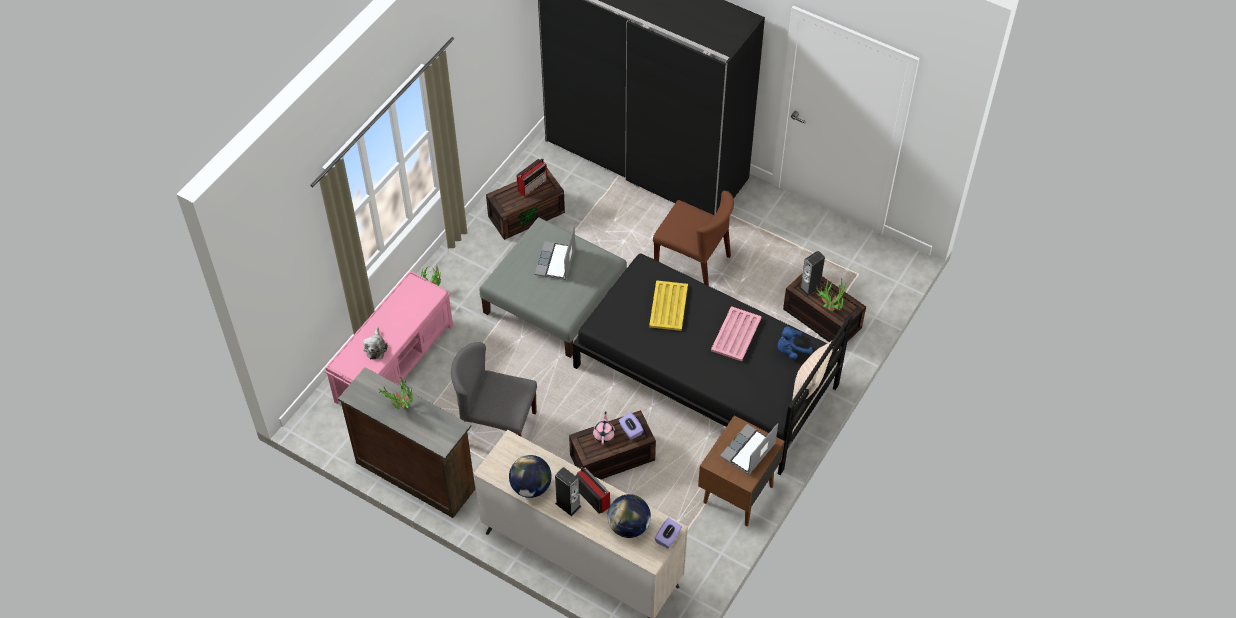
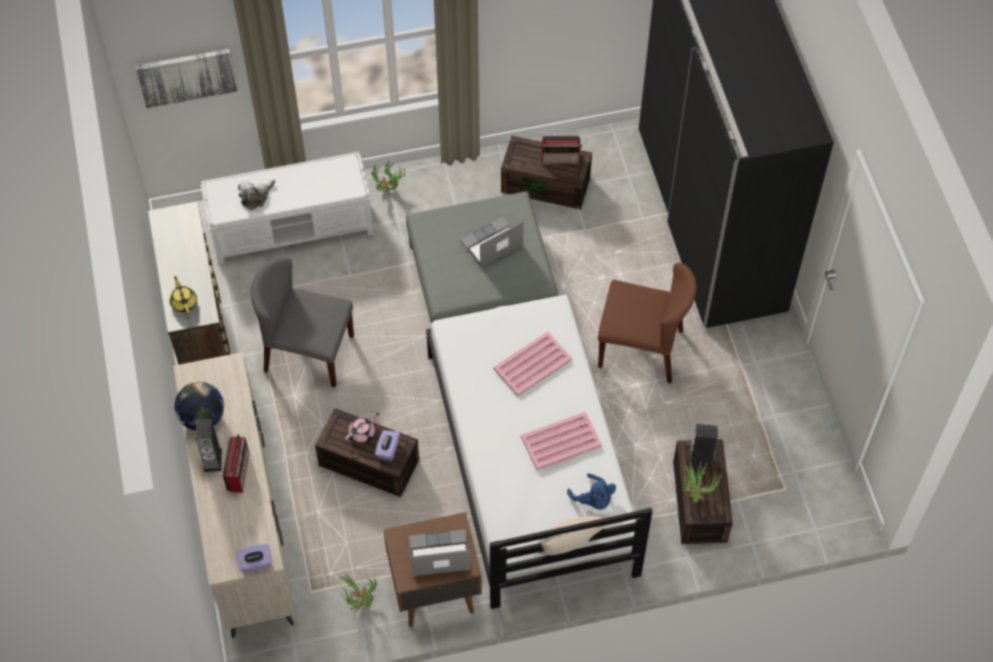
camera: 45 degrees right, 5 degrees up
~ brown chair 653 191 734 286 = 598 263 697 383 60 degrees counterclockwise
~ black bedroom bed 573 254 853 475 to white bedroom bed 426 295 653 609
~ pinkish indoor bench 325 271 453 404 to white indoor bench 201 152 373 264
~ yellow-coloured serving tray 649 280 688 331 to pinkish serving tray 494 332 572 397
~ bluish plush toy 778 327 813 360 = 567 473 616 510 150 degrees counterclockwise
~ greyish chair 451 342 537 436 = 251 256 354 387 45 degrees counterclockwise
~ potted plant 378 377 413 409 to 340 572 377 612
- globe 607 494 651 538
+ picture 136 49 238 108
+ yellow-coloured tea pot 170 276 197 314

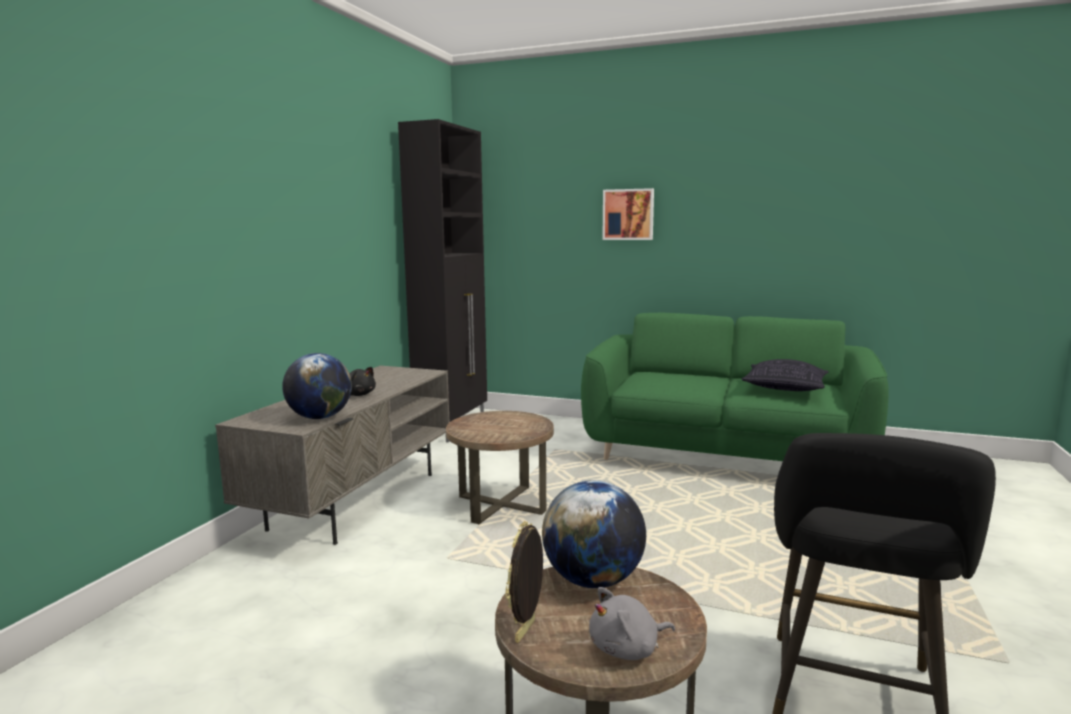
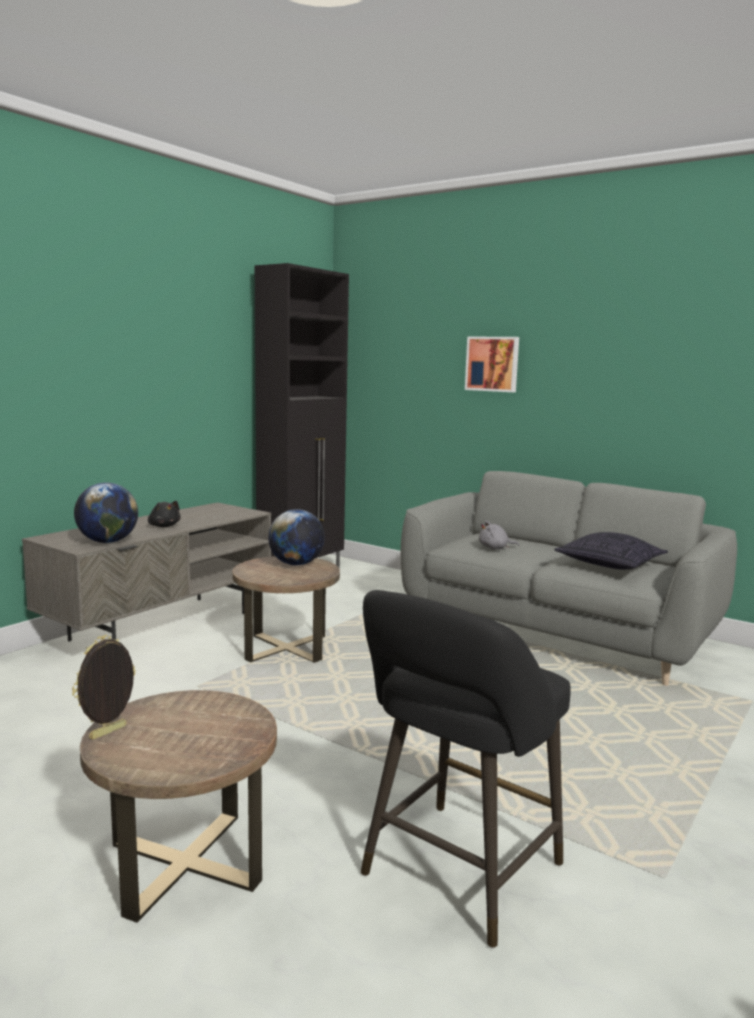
camera: 15 degrees right, 0 degrees up
~ green-coloured settee 581 313 889 461 to greyish settee 400 471 737 686
~ globe 542 480 646 588 to 268 509 325 565
~ greyish plush toy 589 587 675 660 to 479 520 519 549

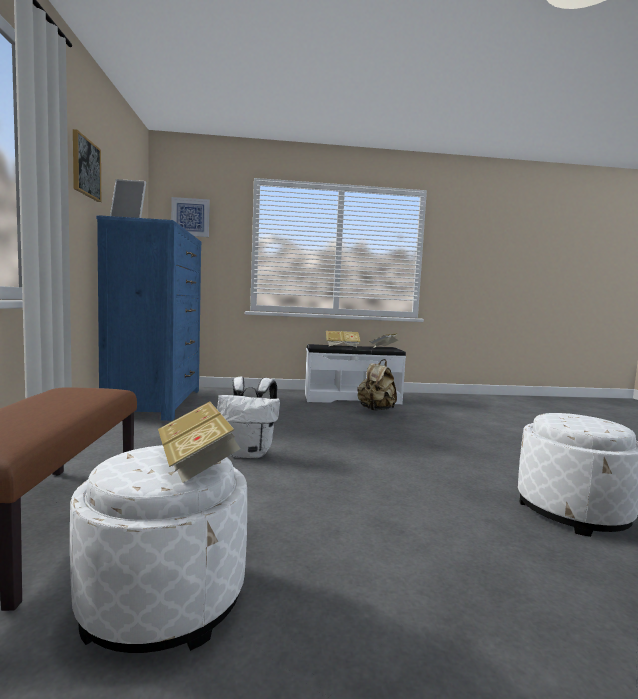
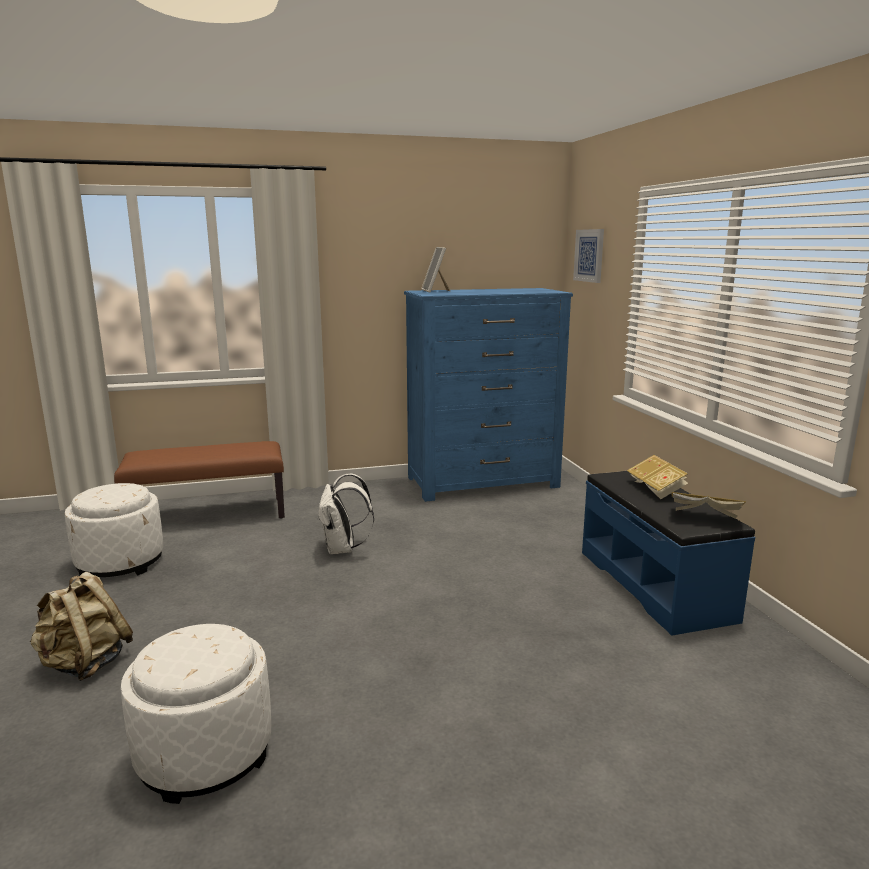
camera: 80 degrees right, 10 degrees up
- picture 73 129 101 202
~ white indoor bench 305 344 406 404 to bluish indoor bench 582 471 755 636
~ sand-coloured rucksack 357 359 397 411 to 30 572 133 681
- bound book 158 401 241 483

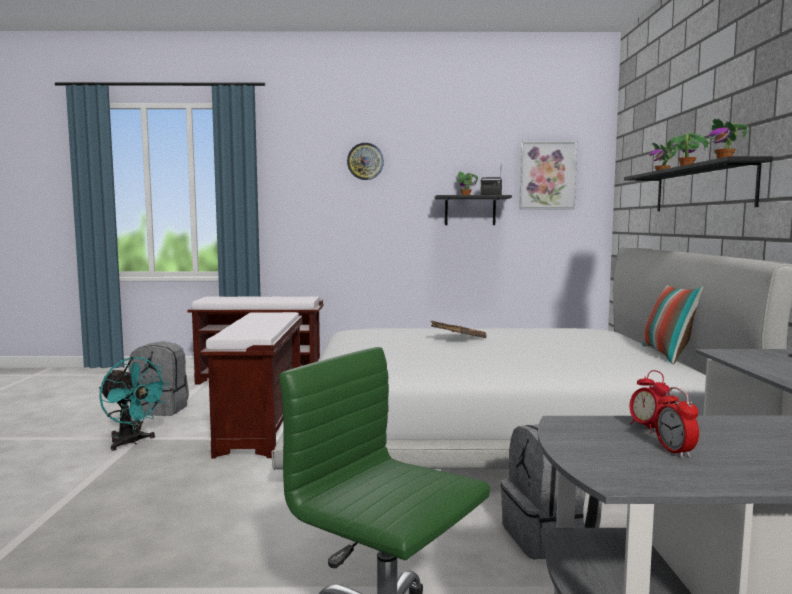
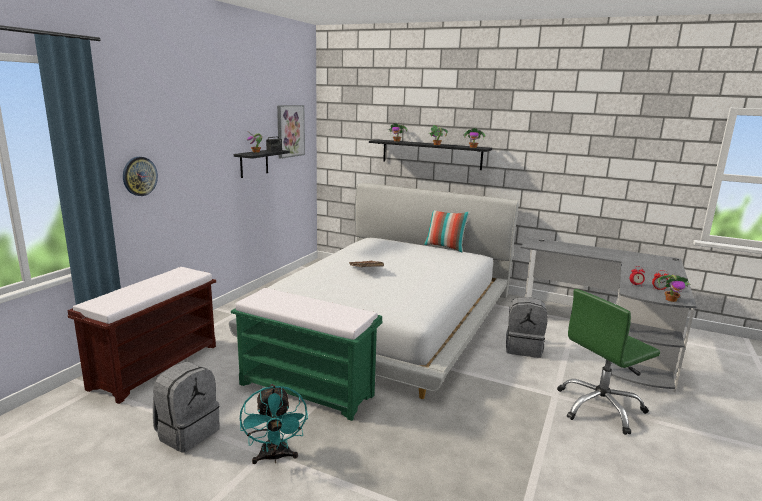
camera: 65 degrees left, 10 degrees up
~ clock on the wall 347 143 384 180 to 123 157 158 196
~ brown indoor bench 202 312 302 458 to green-coloured indoor bench 231 288 383 421
~ blue-green electric fan 99 357 170 451 = 240 383 308 464 105 degrees clockwise
+ potted plant 658 275 691 302

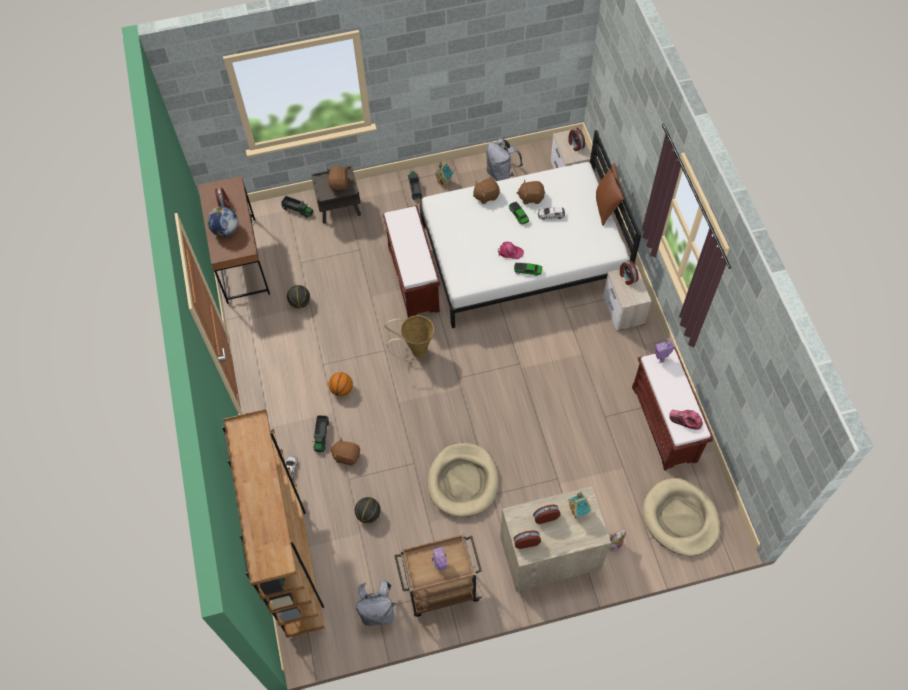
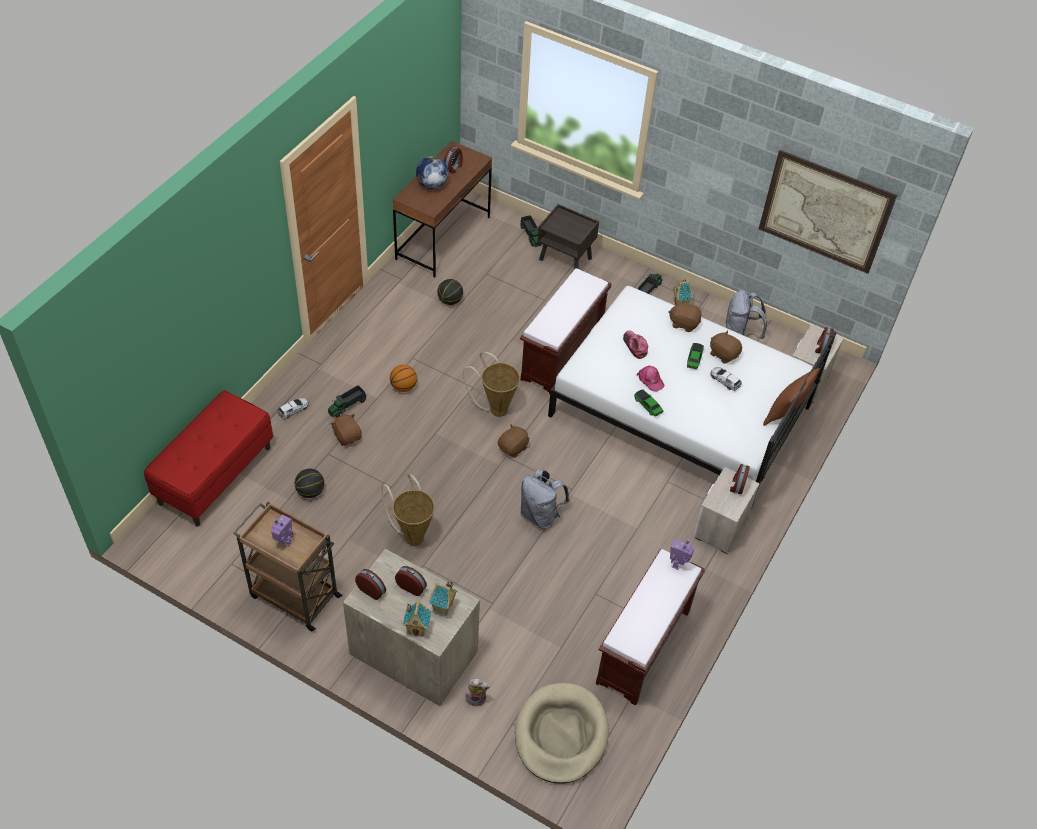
camera: 40 degrees right, 10 degrees down
~ brown plush toy 327 166 348 190 to 498 424 530 458
~ brown bookcase 222 409 325 638 to reddish indoor bench 144 390 273 526
~ cap 669 410 703 430 to 623 330 648 359
~ sand-coloured pet bed 428 443 499 517 to basket 381 474 435 546
~ greyish rucksack 356 580 396 627 to 520 469 570 529
+ picture 759 150 897 274
+ model house 403 600 431 636

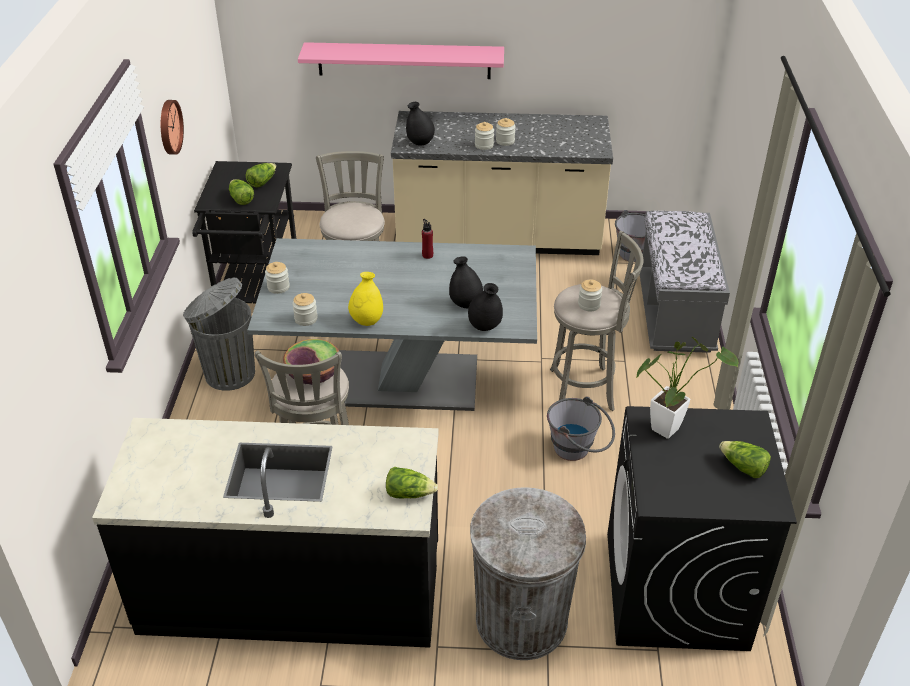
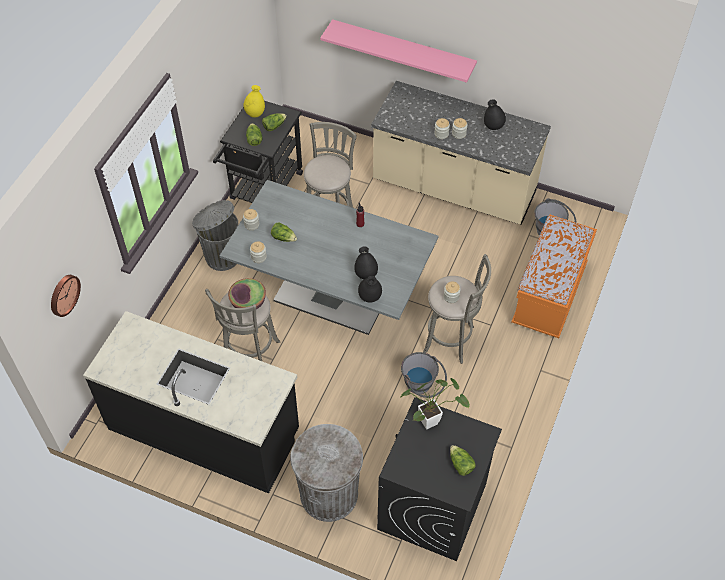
camera: 20 degrees right, 15 degrees up
~ clock on the wall 161 100 184 155 to 51 275 81 317
~ black flower vase 406 102 435 146 to 484 99 506 130
~ greyish indoor bench 640 211 730 353 to orange indoor bench 511 214 597 338
~ yellow-coloured flower vase 348 272 383 326 to 243 85 265 118
~ lettuce 386 467 438 499 to 271 222 297 242

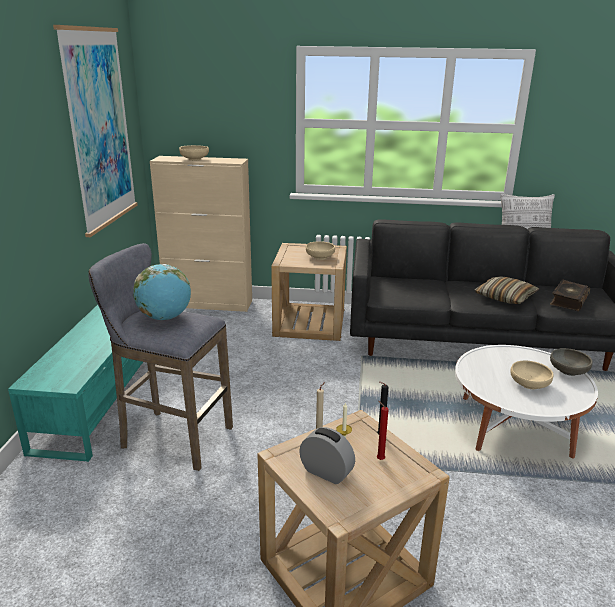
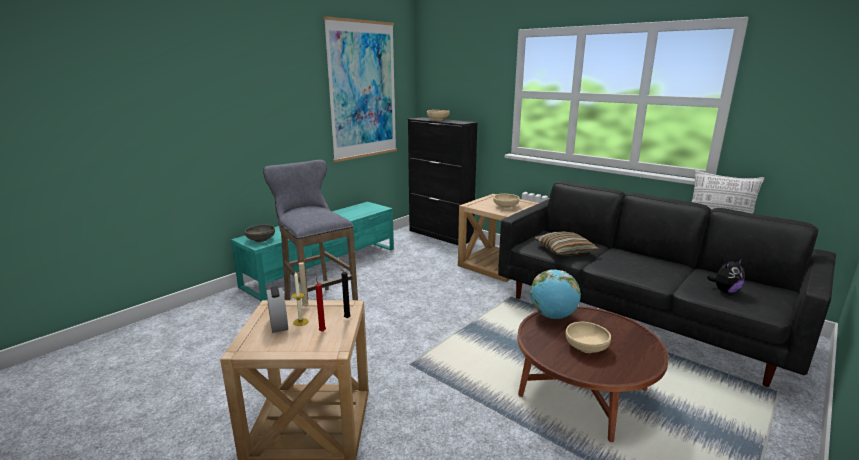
camera: 35 degrees right, 5 degrees down
~ sand-coloured cupboard 150 156 252 312 to black cupboard 408 117 478 245
~ globe 133 264 191 320 to 530 269 581 319
~ pillow 475 276 539 304 to 535 231 599 256
~ bound book 550 280 590 311 to plush toy 707 259 745 293
~ white coffee table 455 345 598 459 to brown coffee table 517 306 669 442
~ greyish bowl 550 348 593 376 to 245 224 275 242

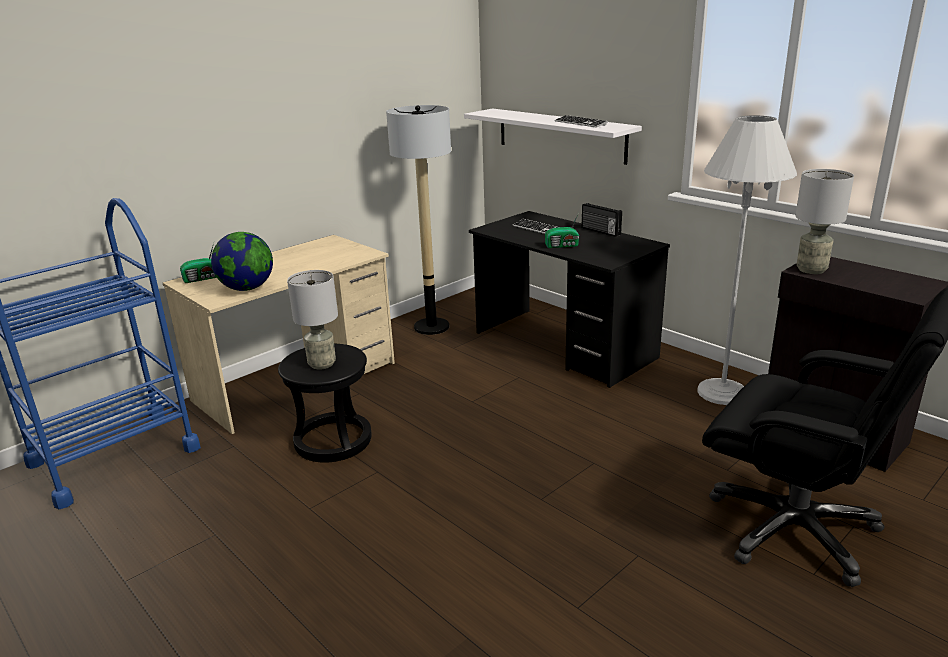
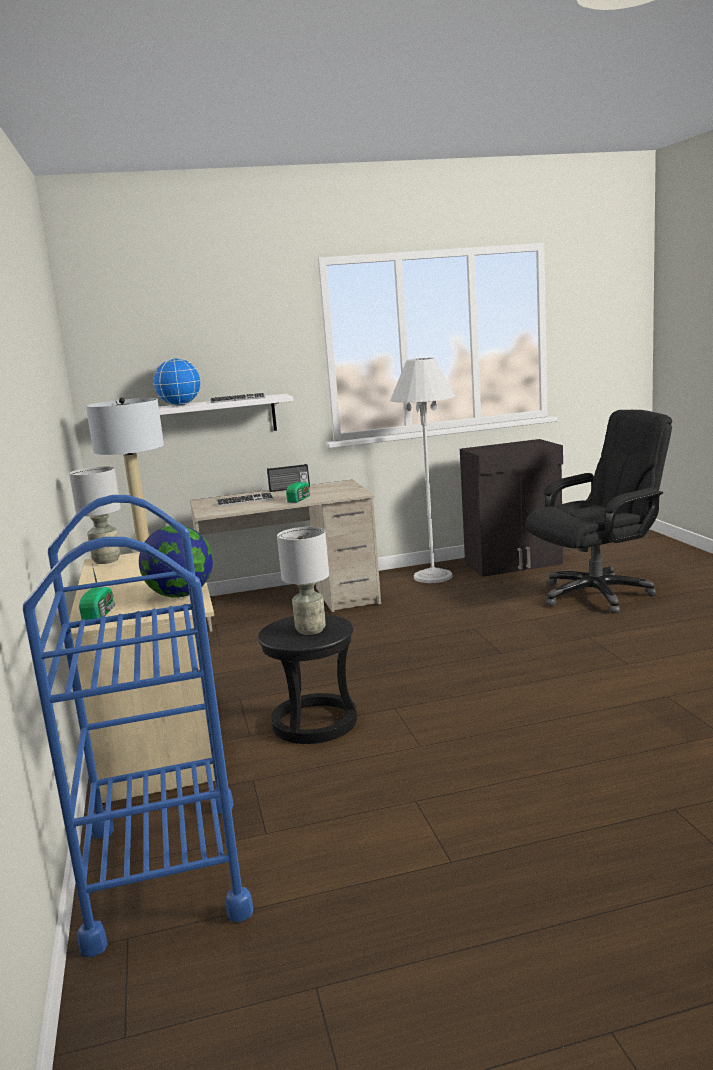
camera: 60 degrees left, 10 degrees down
~ greyish table lamp 795 169 854 274 to 69 466 121 564
~ black desk table 469 211 670 388 to sand-coloured desk table 190 480 381 632
+ globe 153 358 201 406

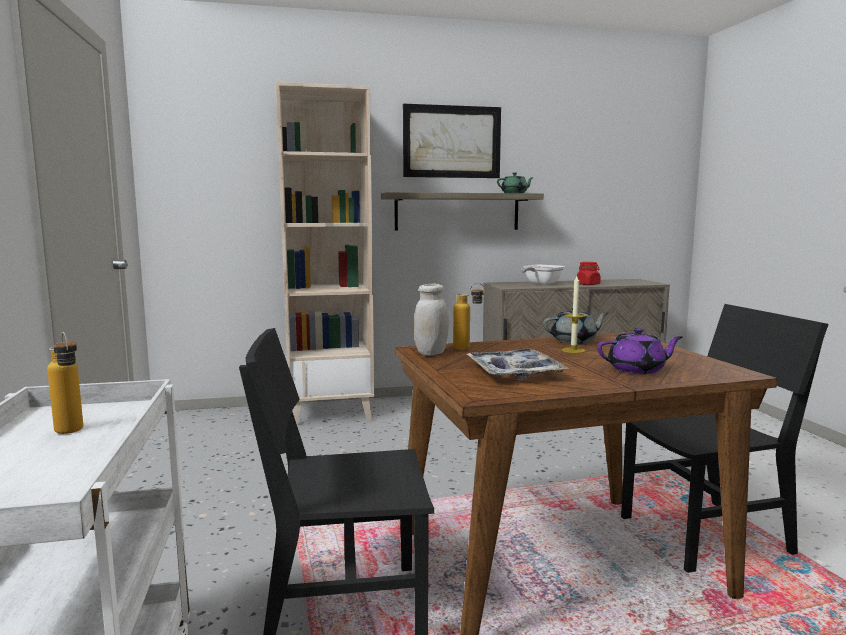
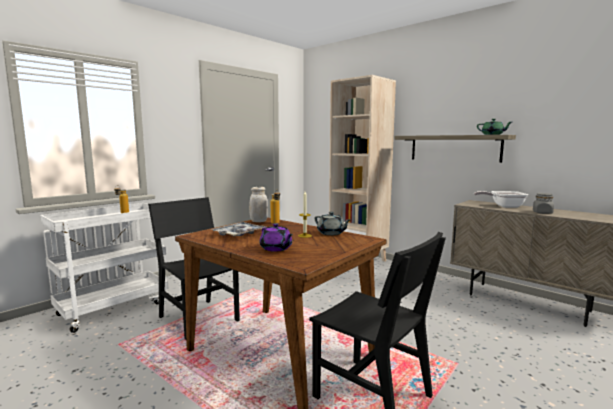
camera: 55 degrees right, 0 degrees up
- picture 403 104 501 178
~ reddish storage jar 577 262 601 285 to greyish storage jar 533 193 554 214

